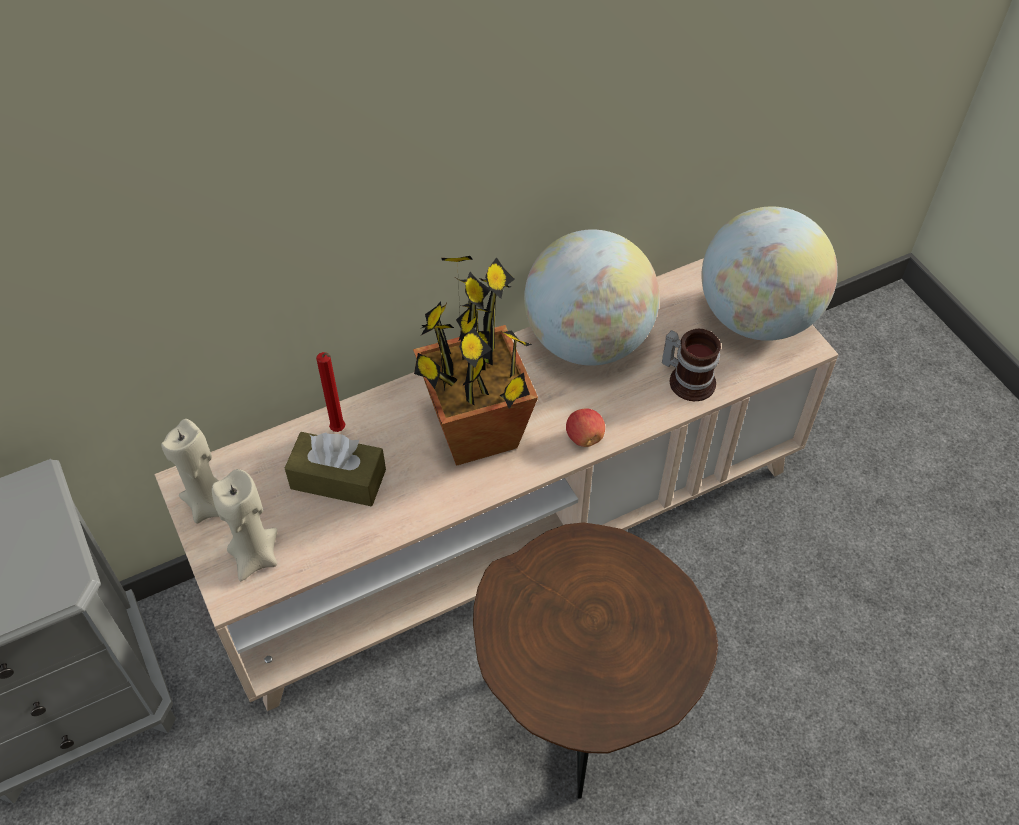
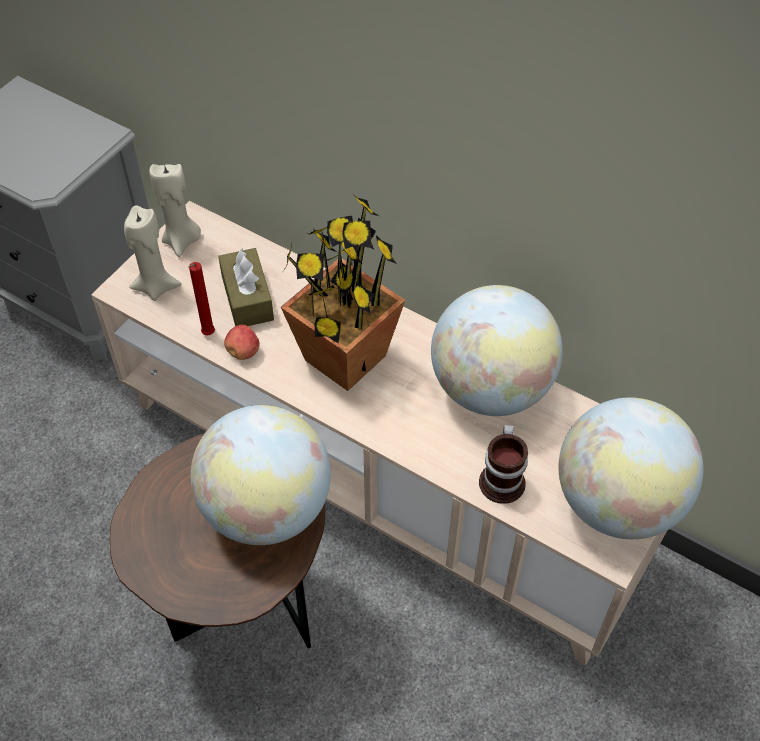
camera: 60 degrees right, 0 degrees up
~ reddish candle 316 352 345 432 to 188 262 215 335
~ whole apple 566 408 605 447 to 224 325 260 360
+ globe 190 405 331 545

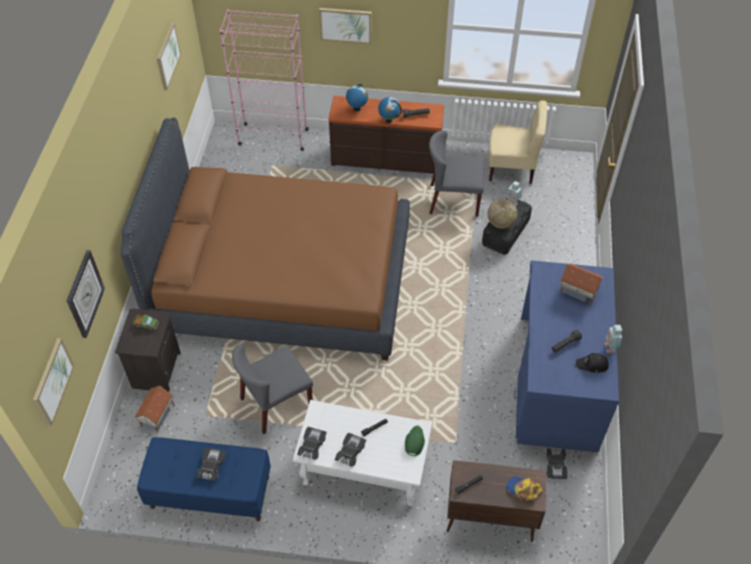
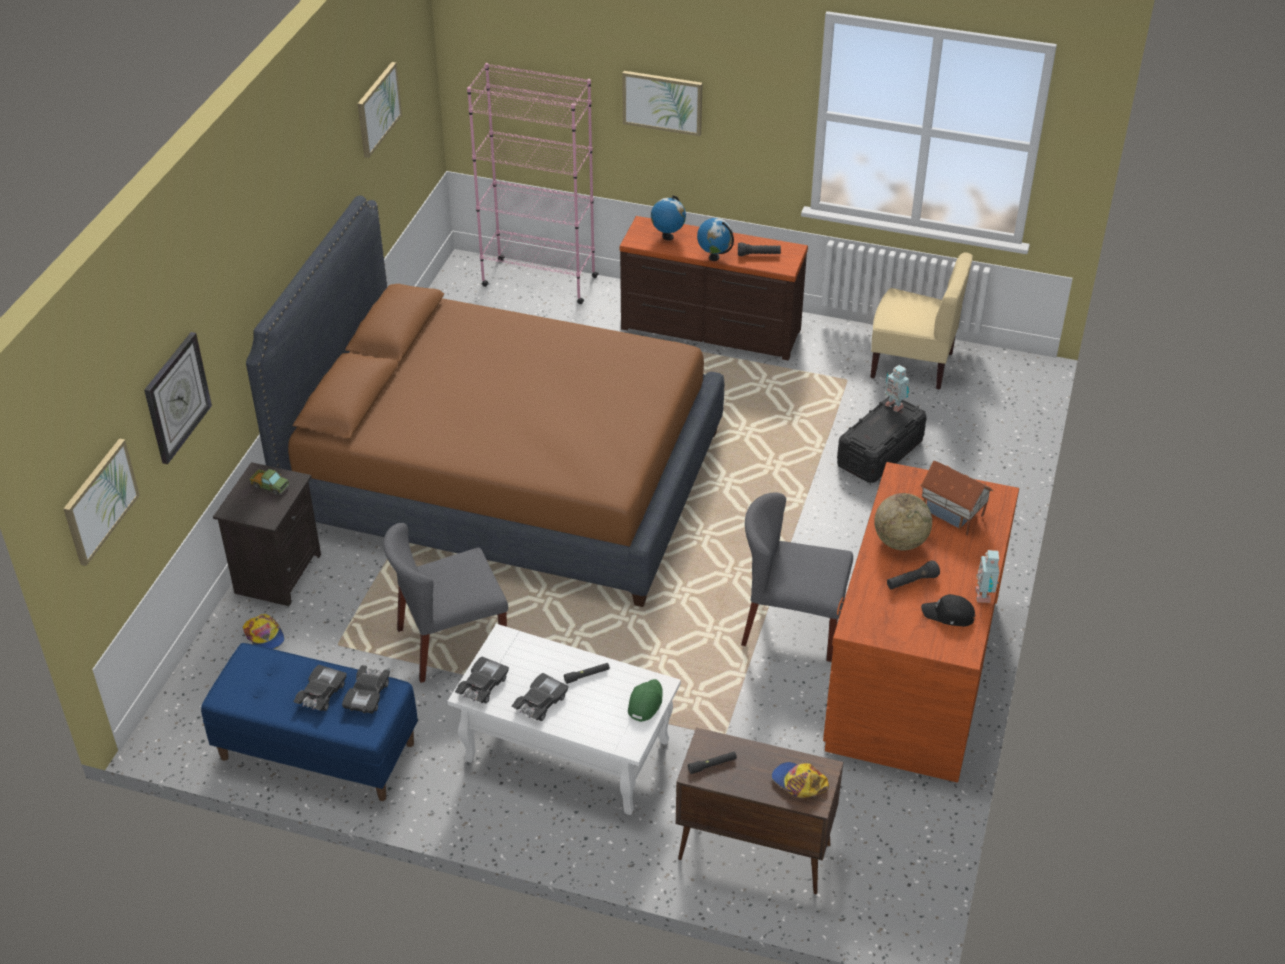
camera: 10 degrees right, 10 degrees down
~ greyish chair 429 130 484 217 to 741 492 853 662
~ globe 487 199 517 229 to 874 493 932 551
~ bluish desk table 514 260 619 452 to brown desk table 823 462 1019 782
~ model house 135 386 174 432 to cap 243 614 285 649
~ black toy car 546 448 568 480 to 342 665 390 714

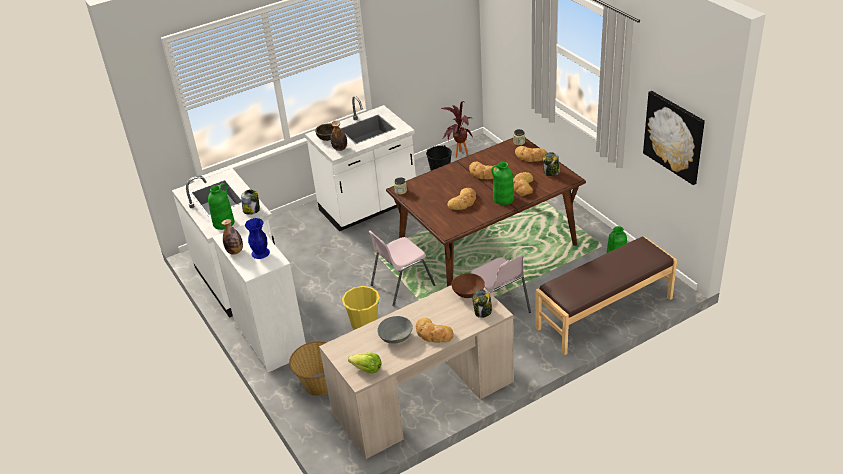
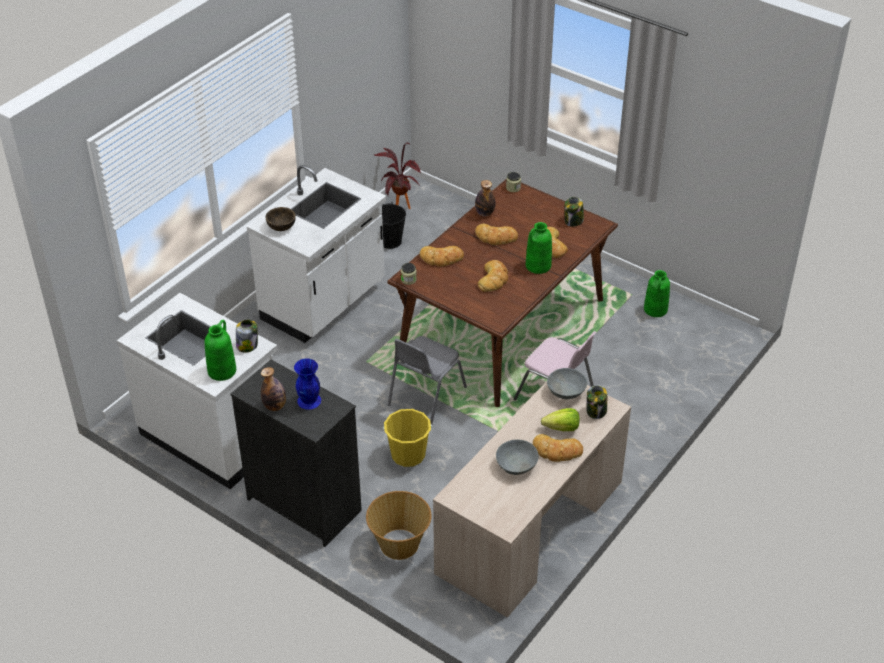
camera: 25 degrees left, 5 degrees up
- picture 643 91 705 185
~ bottle 330 121 347 151 to 475 180 495 216
~ bakery bread 515 146 547 162 to 420 246 464 267
~ white dresser 212 224 306 373 to black dresser 230 360 362 547
~ pinkish chair 368 230 435 306 to greyish chair 388 336 467 424
- brown indoor bench 535 236 677 355
~ brown bowl 451 273 485 298 to greyish bowl 547 368 587 399
~ lettuce 348 352 382 374 to 541 408 580 431

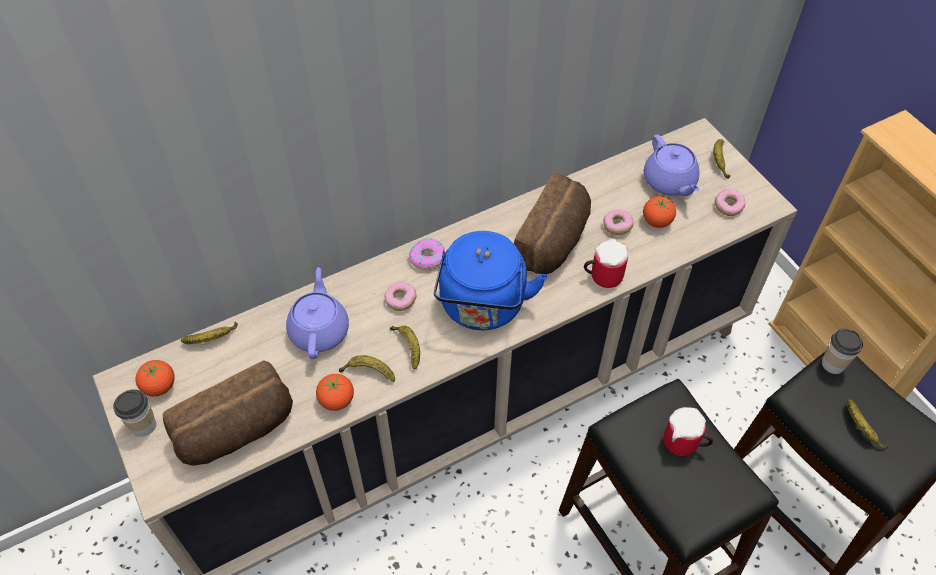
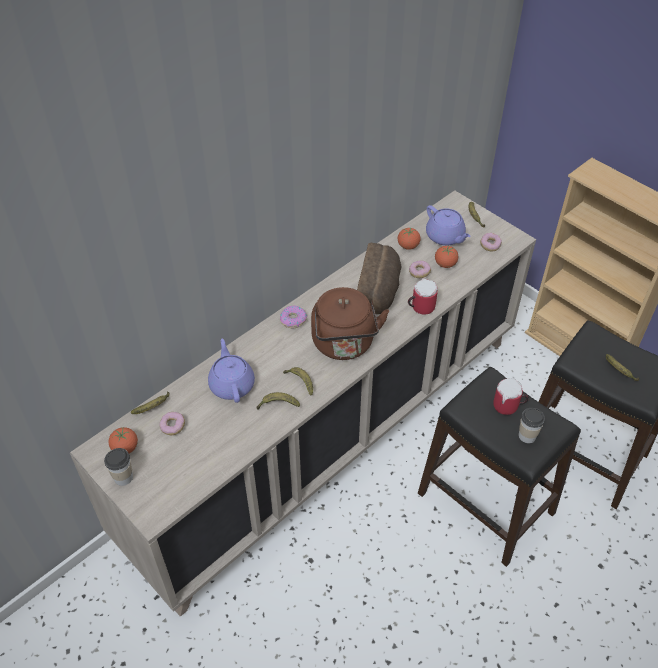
camera: 15 degrees left, 5 degrees down
~ bluish water kettle 434 231 547 330 to brown water kettle 311 287 389 360
~ ring doughnut 385 281 416 311 to 159 412 185 435
~ small cup 822 329 863 374 to 518 408 545 443
- bakery bread 163 360 293 466
~ fresh tomato 316 374 354 411 to 398 228 421 250

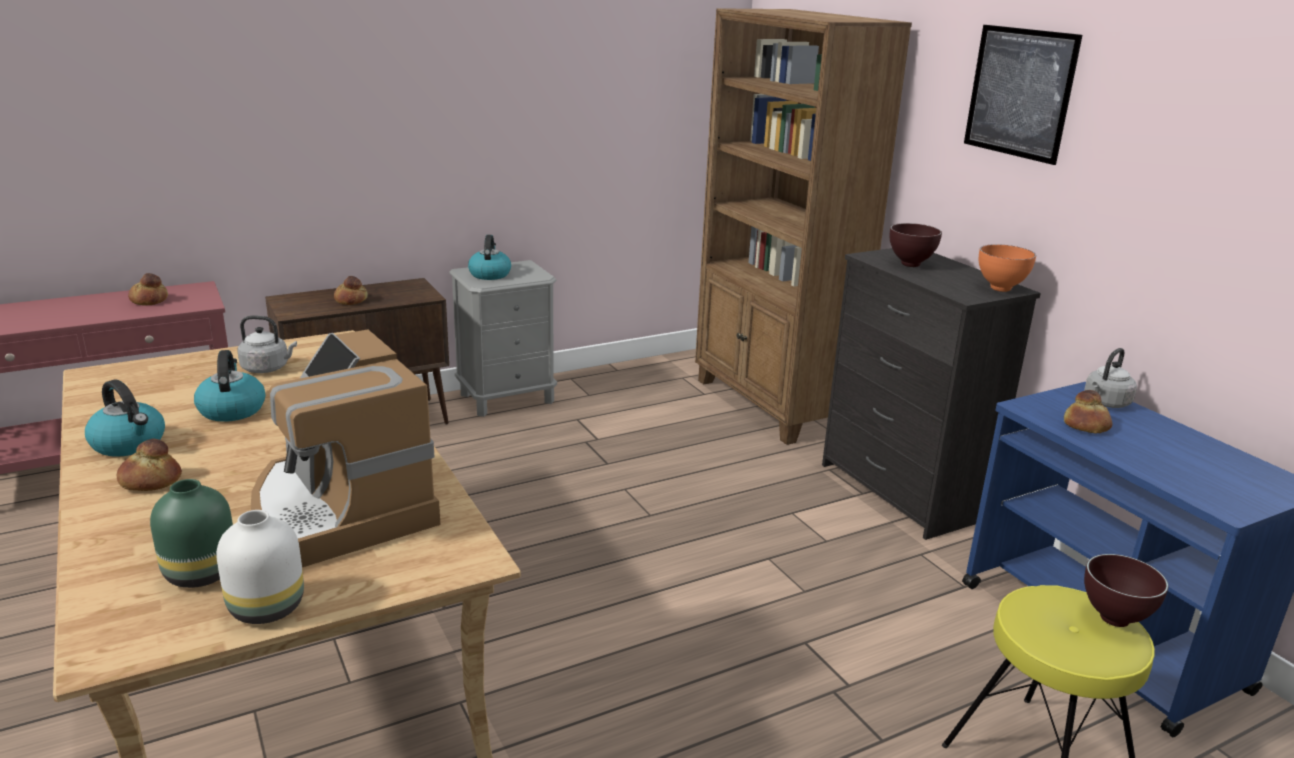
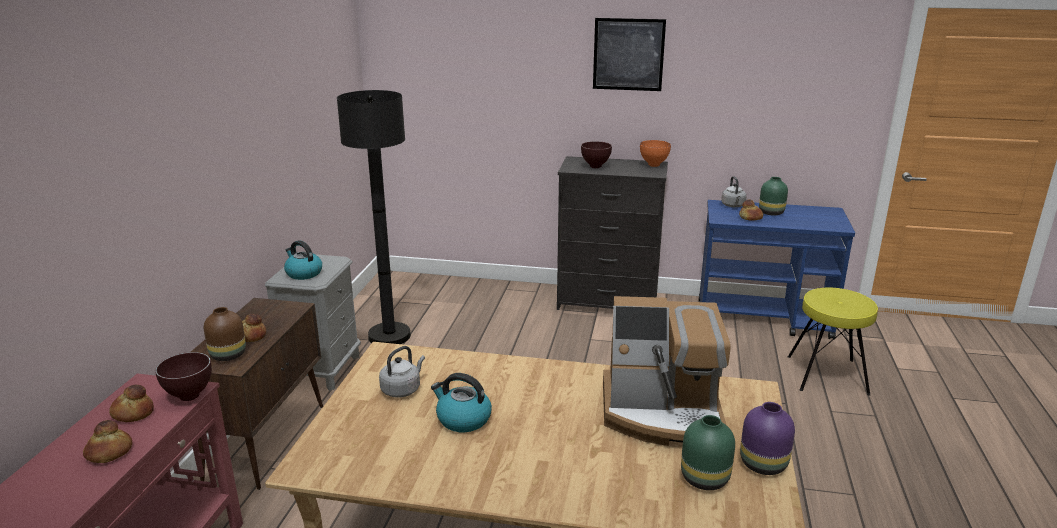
camera: 50 degrees left, 0 degrees up
- brown bookcase 695 8 912 445
- water kettle 85 379 165 457
~ bakery bread 117 439 182 491 to 83 420 132 463
~ white flower vase 216 510 304 624 to purple flower vase 740 402 795 475
~ brown bowl 1084 554 1168 627 to 155 352 212 401
+ black standard lamp 337 90 411 344
+ green-coloured flower vase 759 177 788 216
+ brown flower vase 204 307 246 361

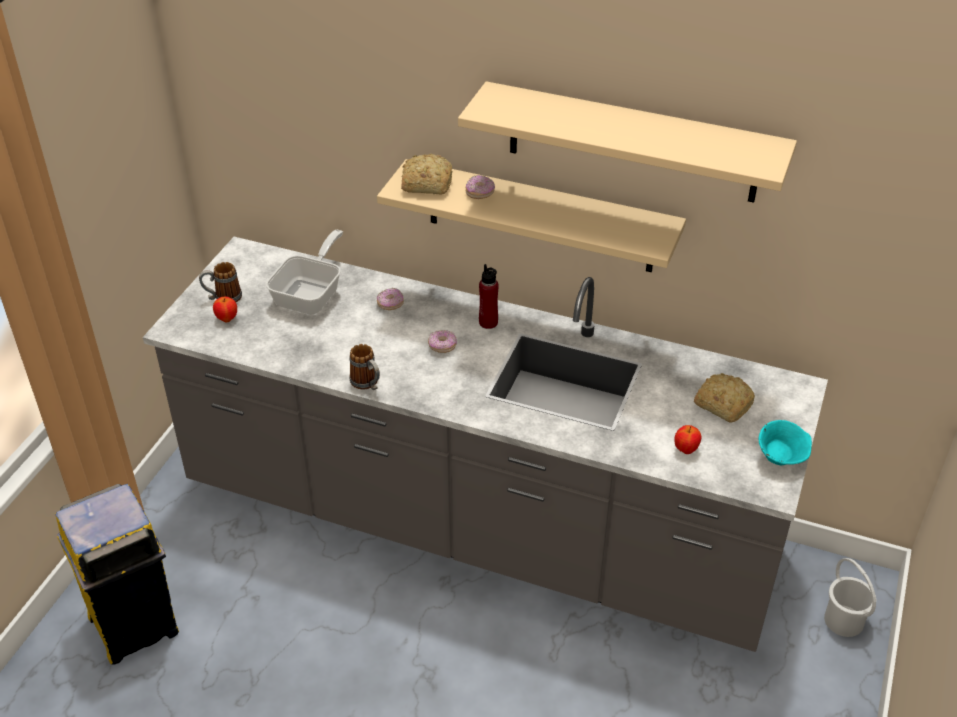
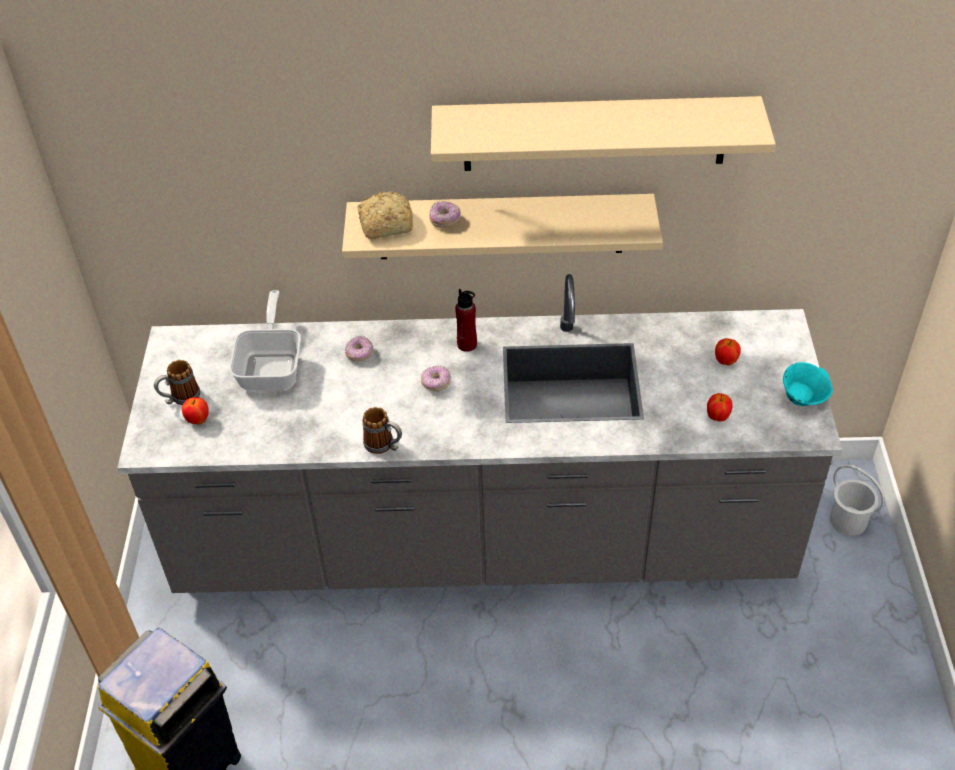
camera: 20 degrees left, 5 degrees up
~ bakery bread 694 373 755 422 to whole apple 715 338 741 365

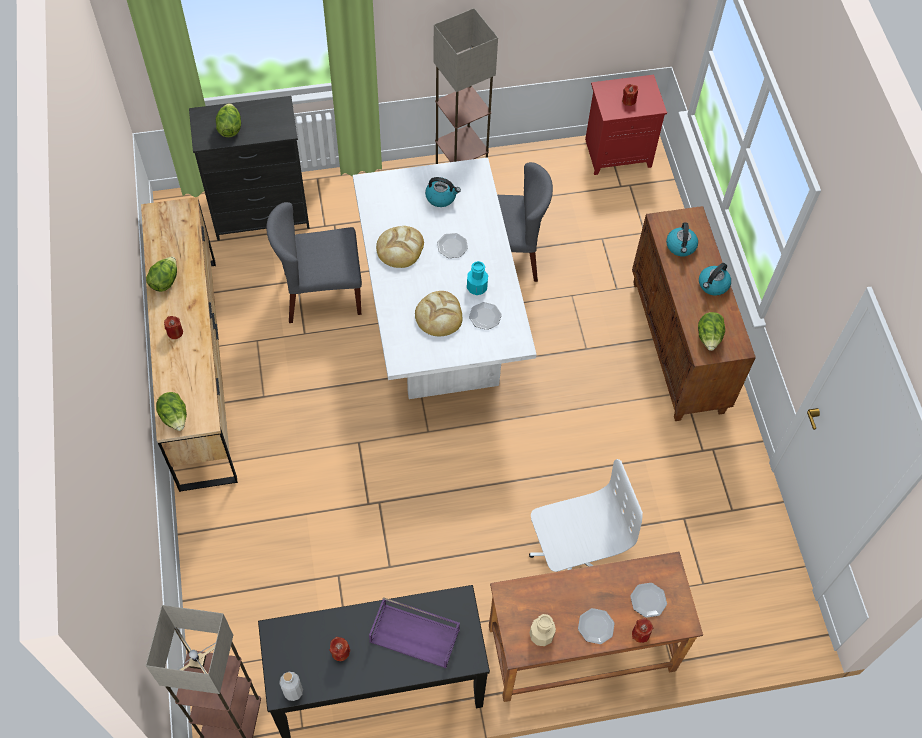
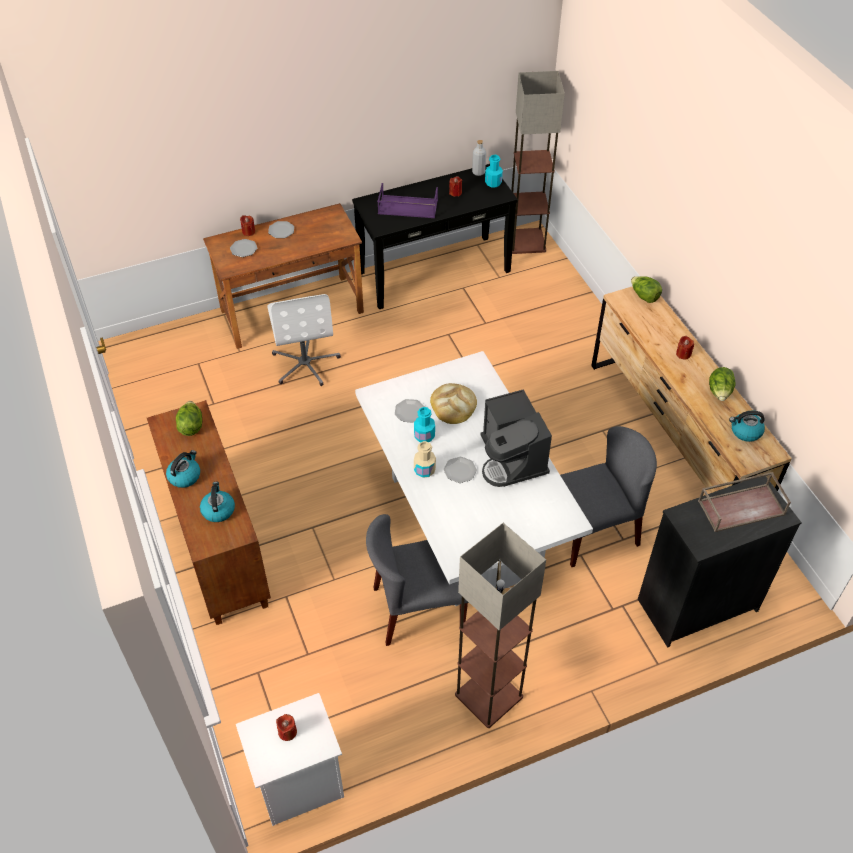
camera: 170 degrees right, 10 degrees down
~ reddish nightstand 585 75 667 175 to white nightstand 236 693 344 826
~ lettuce 216 103 241 137 to brown serving tray 698 472 791 532
~ water kettle 425 177 461 207 to 729 411 765 442
~ bakery bread 376 226 424 268 to coffee brewer 481 389 552 487
~ white office chair 529 459 643 572 = 267 294 341 386 75 degrees counterclockwise
~ sand-coloured bottle 530 614 556 646 to 414 441 436 478
+ blue-green bottle 485 155 503 187

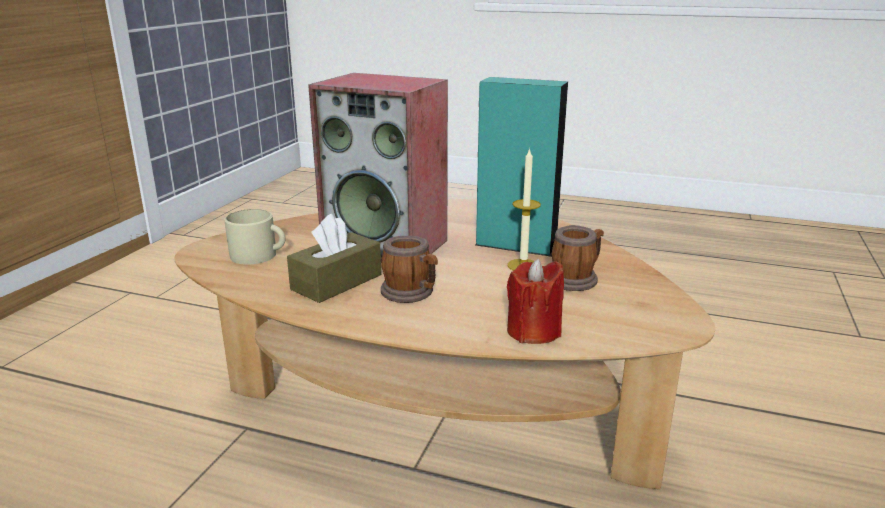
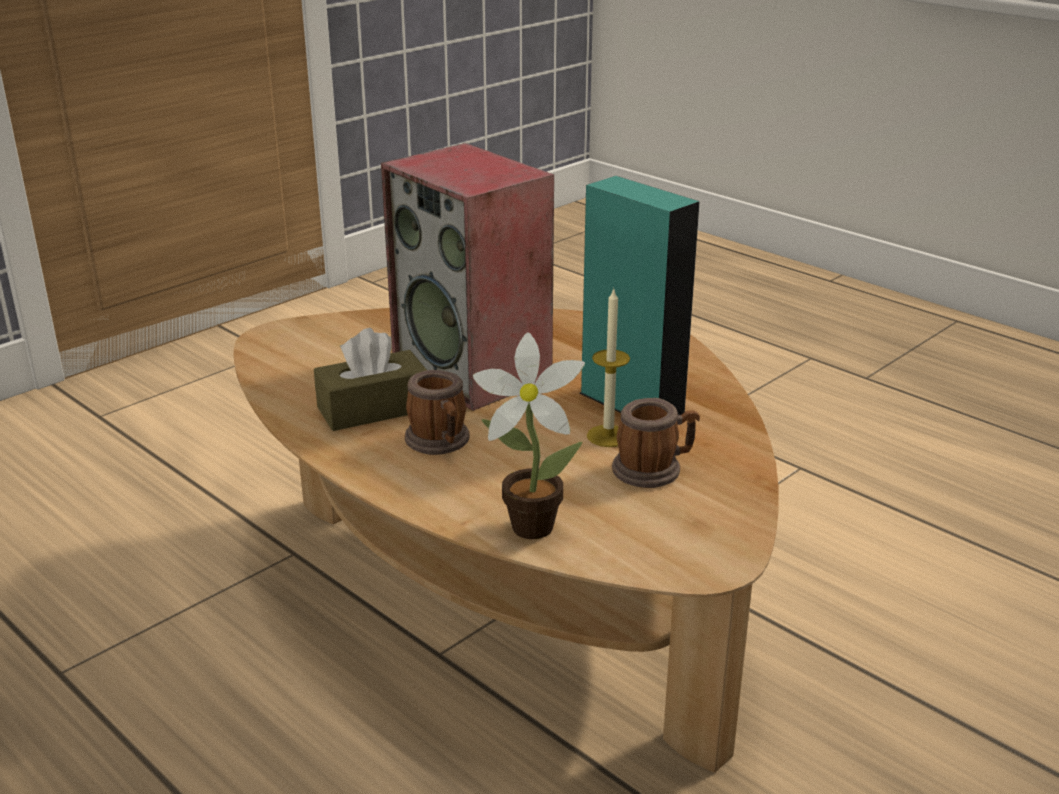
camera: 25 degrees right, 5 degrees up
- sand-coloured mug 224 209 286 265
~ reddish candle 507 258 564 344 to potted plant 473 332 585 539

